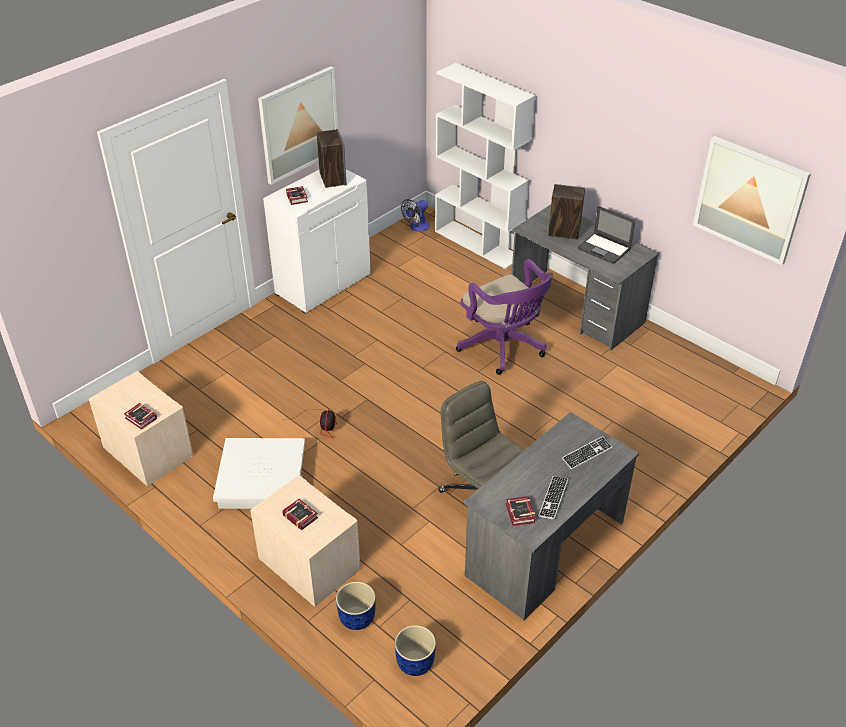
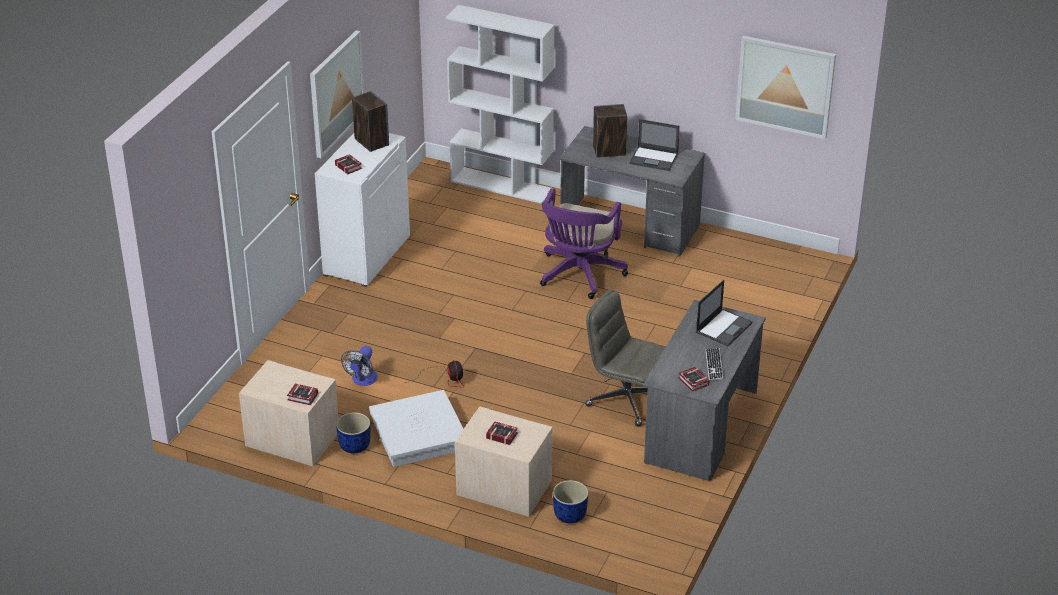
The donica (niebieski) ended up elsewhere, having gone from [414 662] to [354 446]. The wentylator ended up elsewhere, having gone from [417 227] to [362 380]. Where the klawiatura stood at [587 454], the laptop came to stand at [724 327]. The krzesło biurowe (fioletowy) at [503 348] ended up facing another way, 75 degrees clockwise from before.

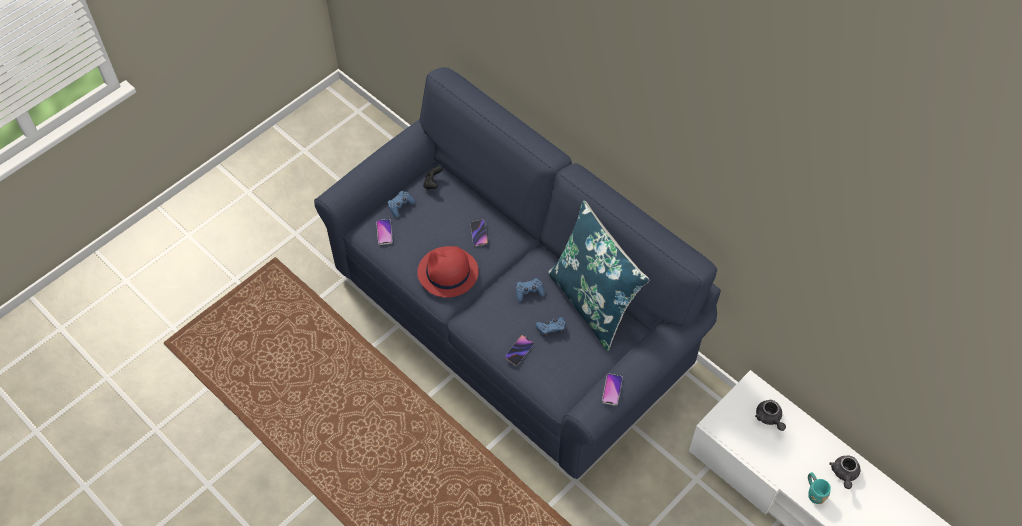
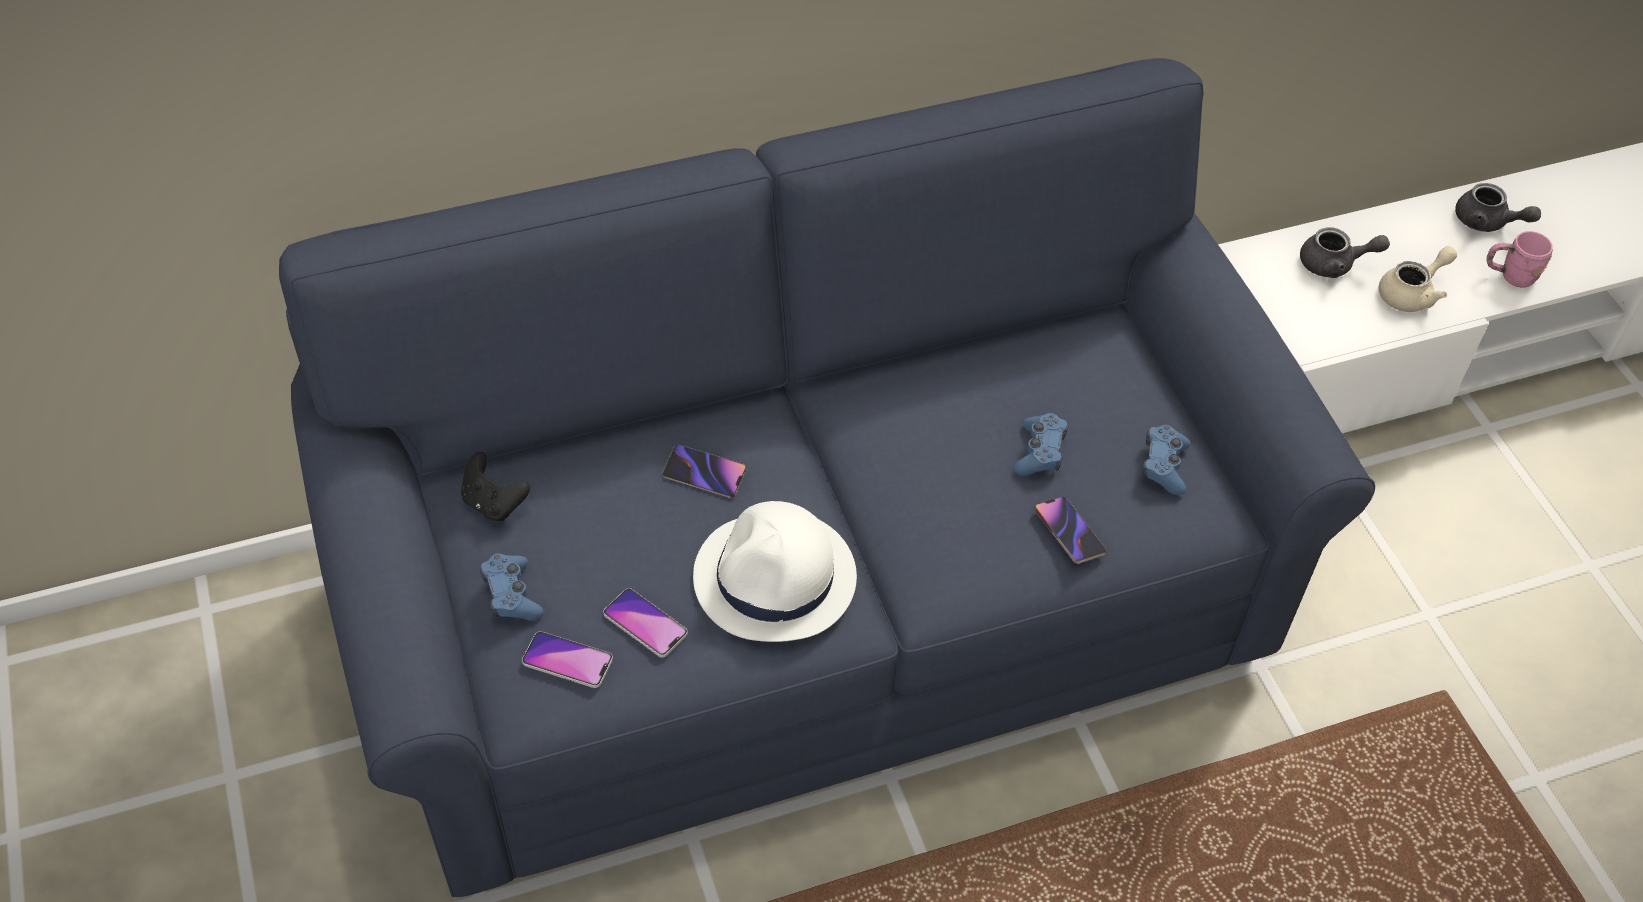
The second view lost the poduszka (niebieski) at [593 302]. The second view gained the imbryk (beżowy) at [1412 293]. The pad do gier (niebieski) ended up elsewhere, having gone from [529 292] to [1164 466]. The telefon ended up elsewhere, having gone from [612 390] to [645 624]. What was the kapelusz (czerwony) at [447 273] turned into the kapelusz (biały) at [775 579]. What was the kubek (turkusowy) at [814 492] turned into the kubek (różowy) at [1509 276].

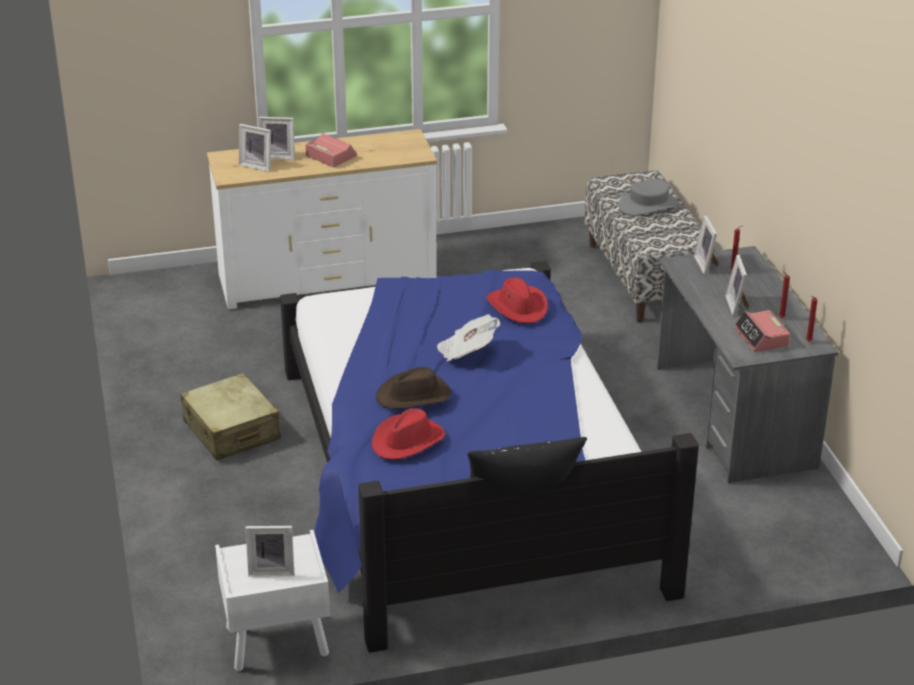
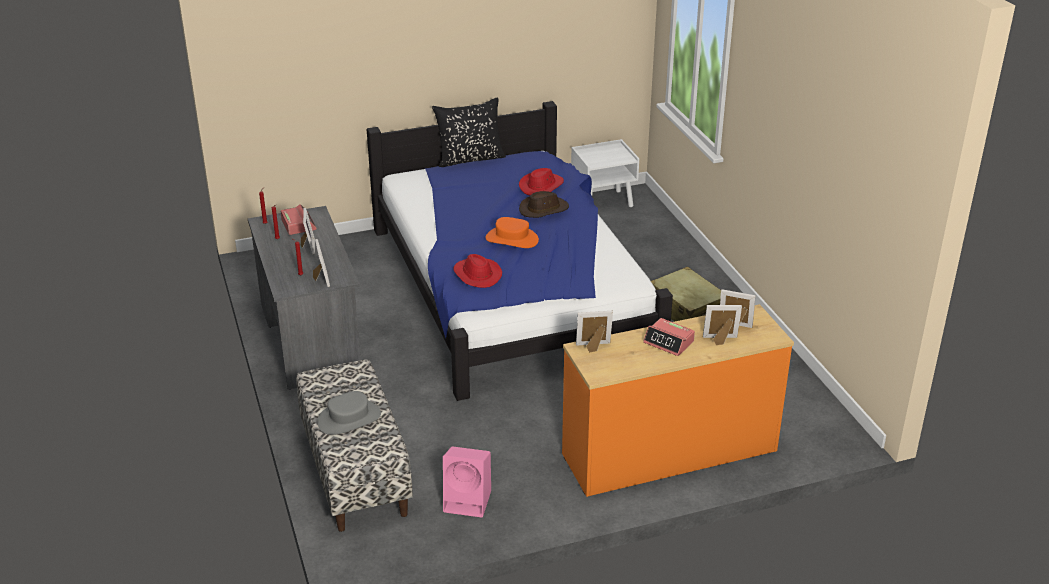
The second view gained the głośnik (różowy) at [469 501]. The ramka na zdjęcie ended up elsewhere, having gone from [272 570] to [594 347]. Where the gazeta stood at [467 351], the kapelusz (pomarańczowy) came to stand at [512 239]. What was the komoda (biały) at [327 279] turned into the komoda (pomarańczowy) at [670 453].

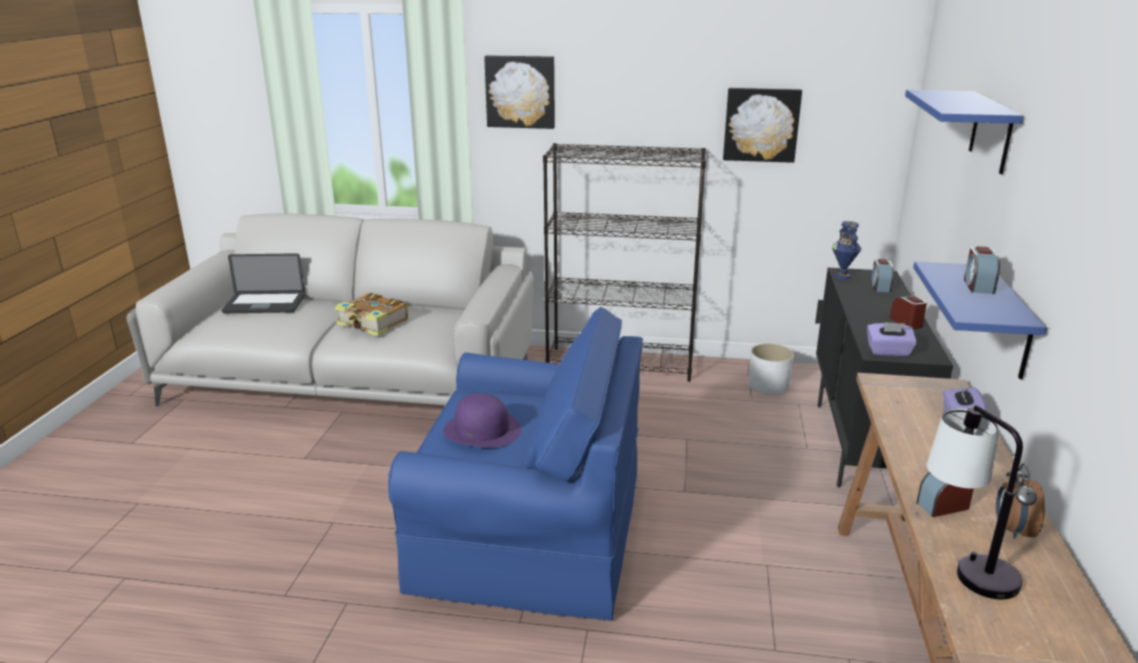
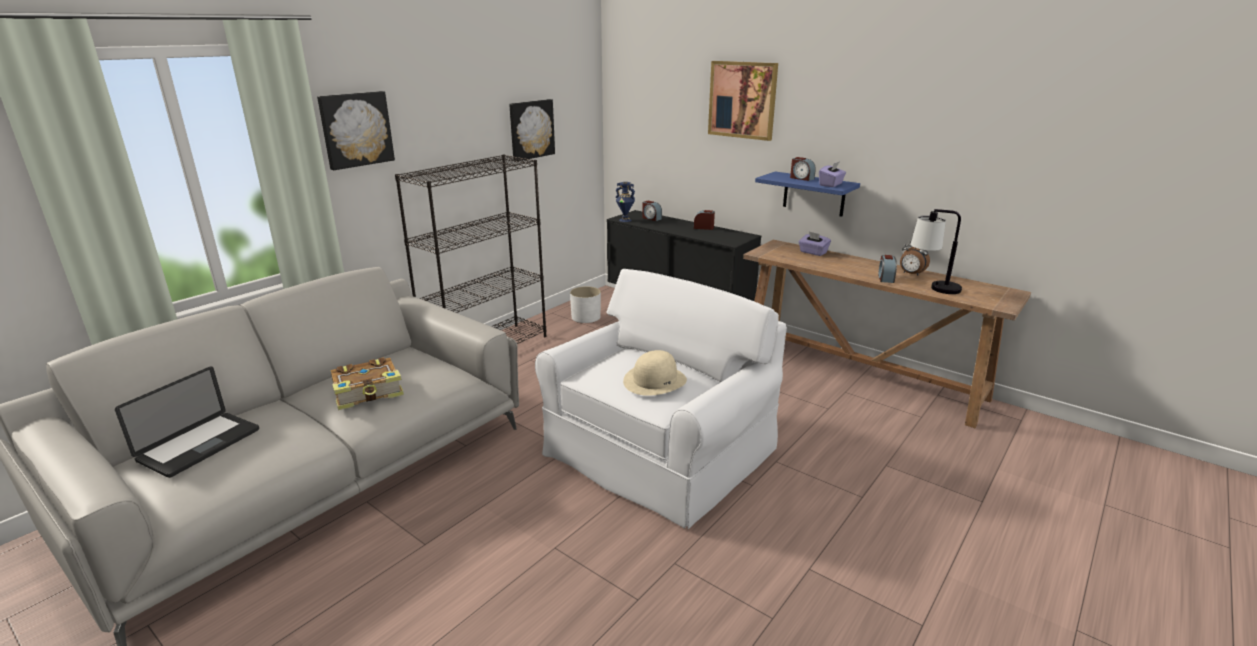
The pudełko chusteczek (fioletowy) ended up elsewhere, having gone from [888 352] to [831 184]. Where the półka (niebieski) hung at [991 132], the obraz came to hang at [742 100]. What was the fotel (niebieski) at [530 532] turned into the fotel (biały) at [659 452]. What was the kapelusz (fioletowy) at [482 430] turned into the kapelusz (beżowy) at [655 380].

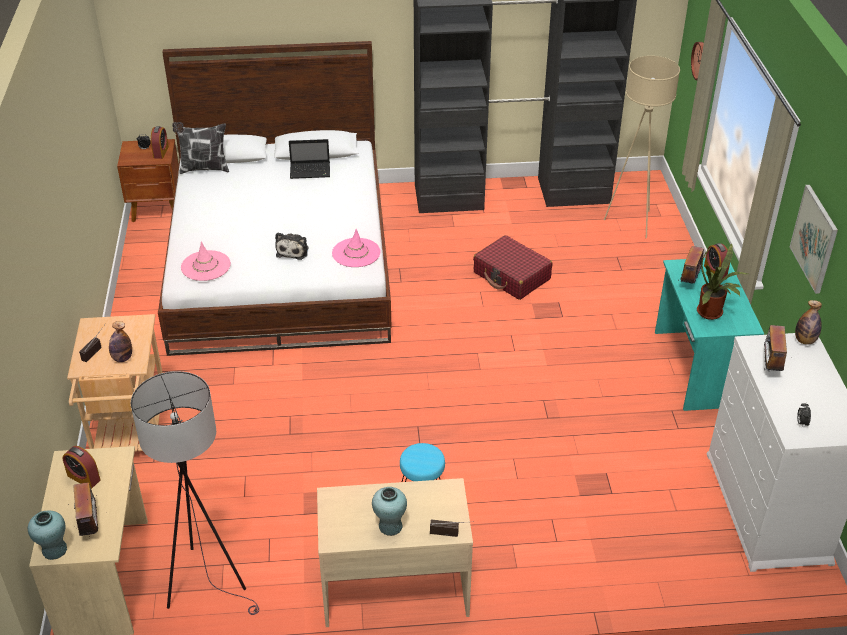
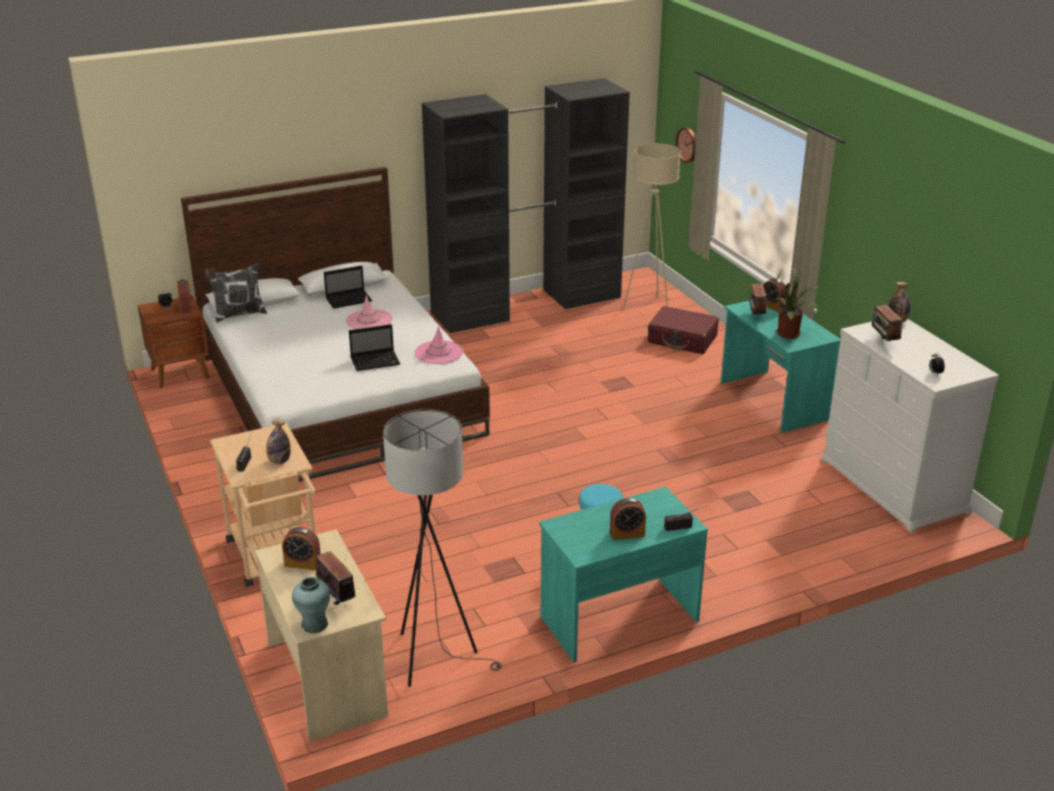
The second view lost the obraz at [814 238]. The kapelusz (różowy) ended up elsewhere, having gone from [205 266] to [369 320]. The walizka (czerwony) ended up elsewhere, having gone from [512 276] to [682 339]. Where the pluszak stood at [293 251], the laptop came to stand at [376 361]. Where the wazon (turkusowy) stood at [390 526], the budzik came to stand at [627 534]. What was the biurko (beżowy) at [394 589] turned into the biurko (turkusowy) at [618 618].

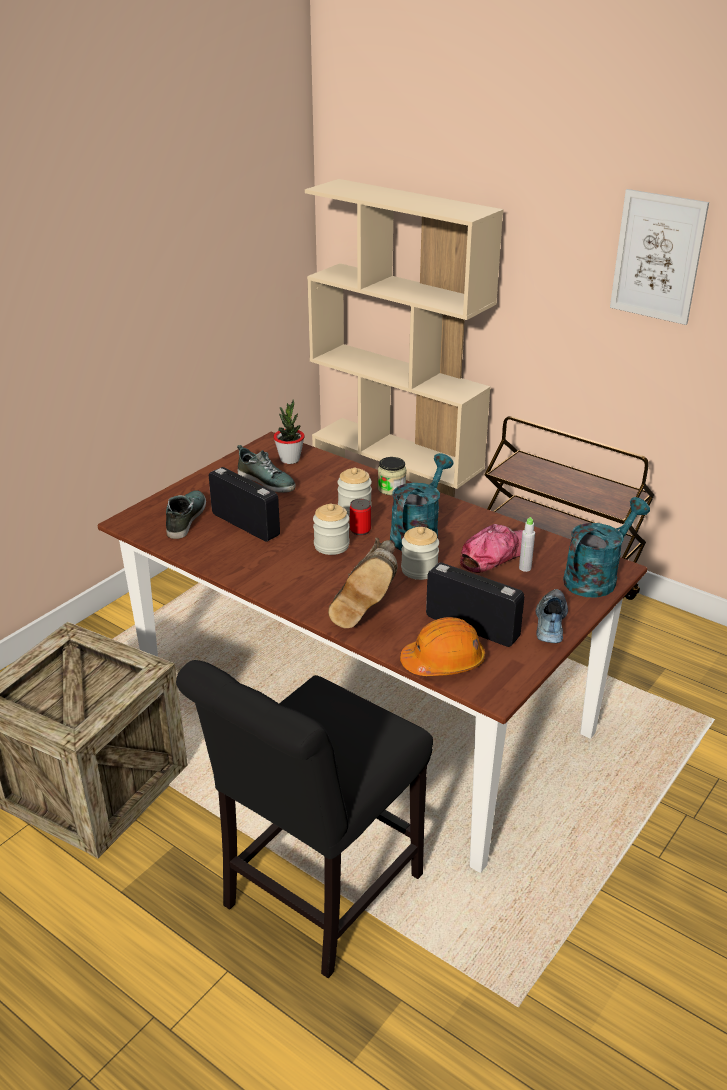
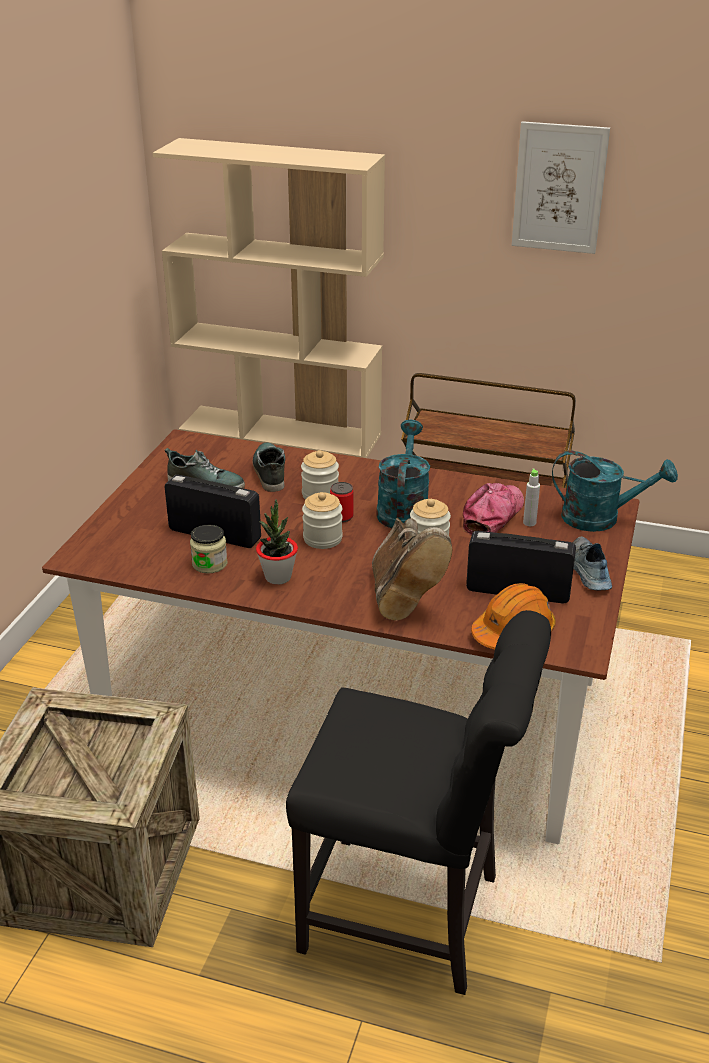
The but ended up elsewhere, having gone from [185 518] to [269 471]. The roślina doniczkowa ended up elsewhere, having gone from [290 459] to [278 577]. The słoik ended up elsewhere, having gone from [391 488] to [209 564]. The krzesło (czarny) at [316 896] ended up facing another way, 90 degrees counterclockwise from before. The konewka (turkusowy) at [596 577] ended up facing another way, 75 degrees clockwise from before.

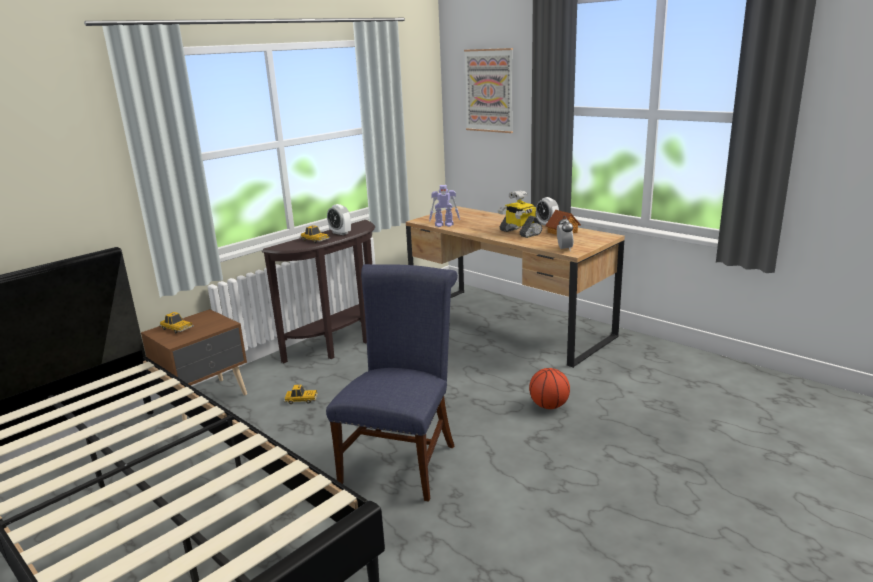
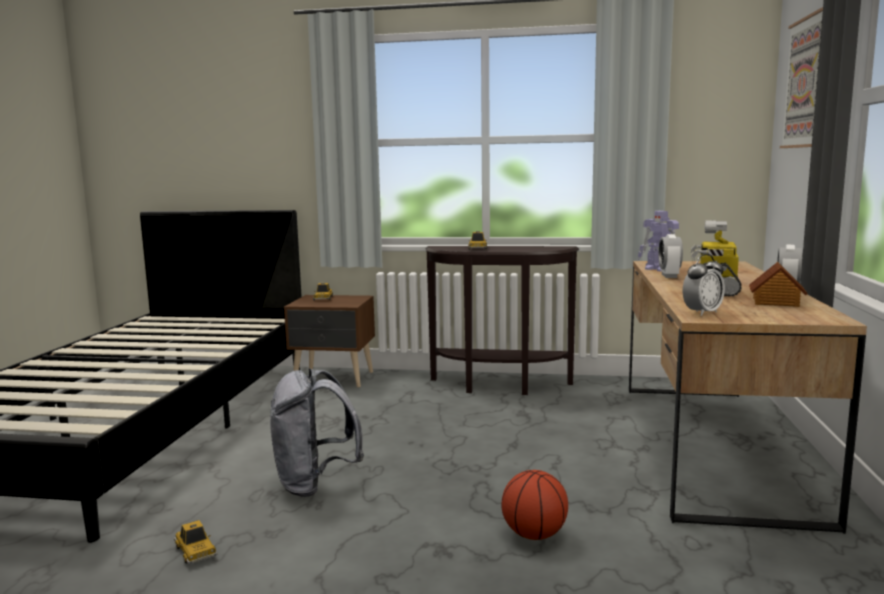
The samochodzik ended up elsewhere, having gone from [301 399] to [196 551]. The budzik ended up elsewhere, having gone from [340 233] to [669 276]. Where the krzesło (niebieski) stood at [402 459], the plecak (szary) came to stand at [314 484].

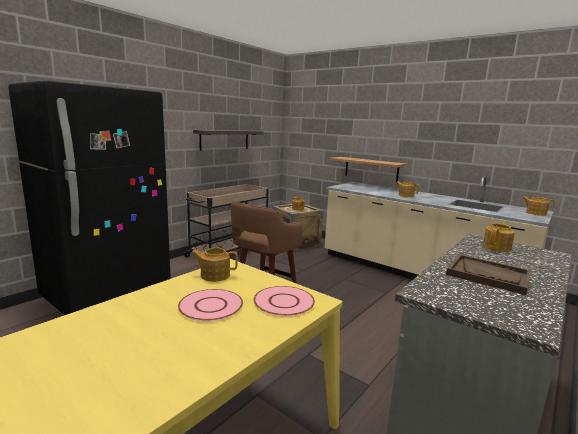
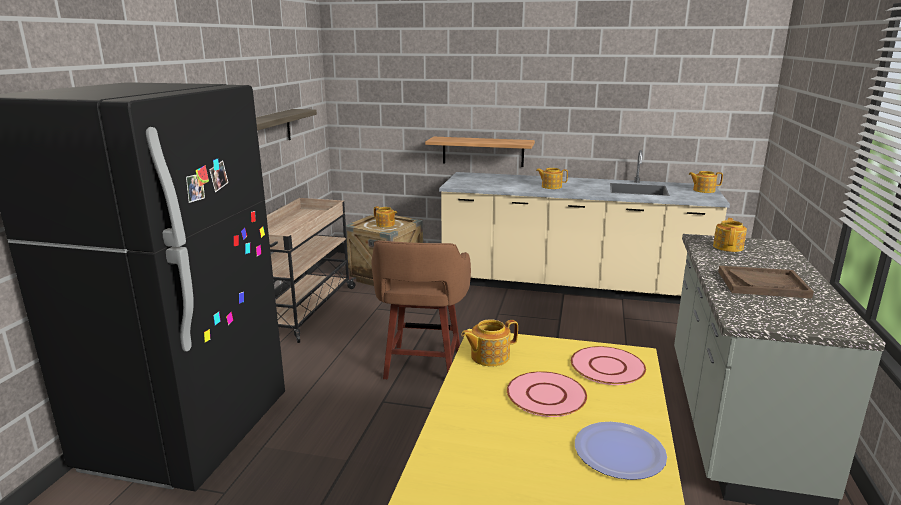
The second view gained the talerz at [619 452].

